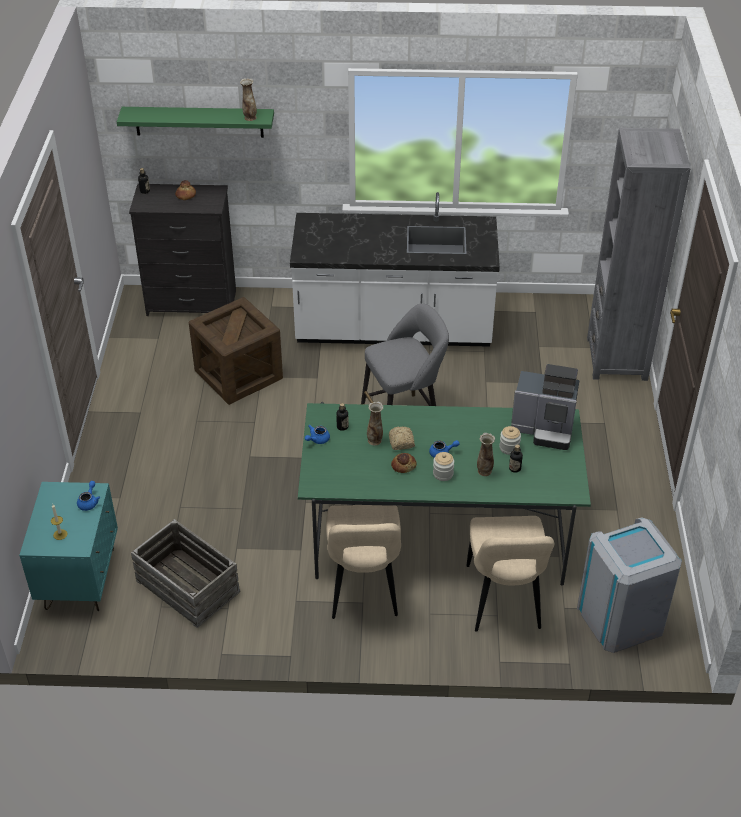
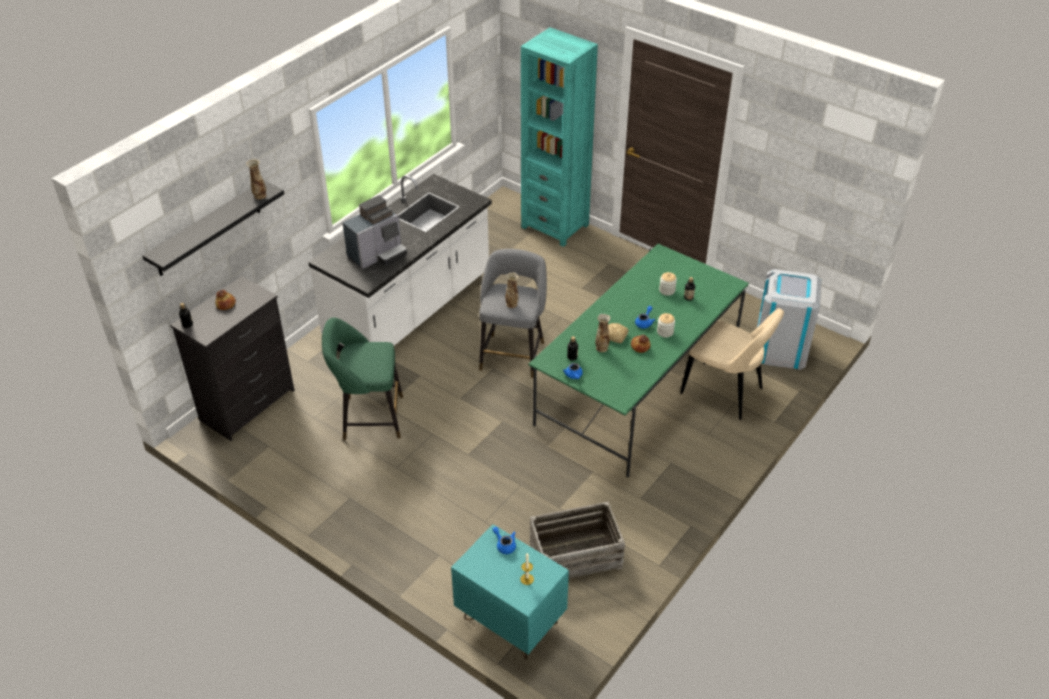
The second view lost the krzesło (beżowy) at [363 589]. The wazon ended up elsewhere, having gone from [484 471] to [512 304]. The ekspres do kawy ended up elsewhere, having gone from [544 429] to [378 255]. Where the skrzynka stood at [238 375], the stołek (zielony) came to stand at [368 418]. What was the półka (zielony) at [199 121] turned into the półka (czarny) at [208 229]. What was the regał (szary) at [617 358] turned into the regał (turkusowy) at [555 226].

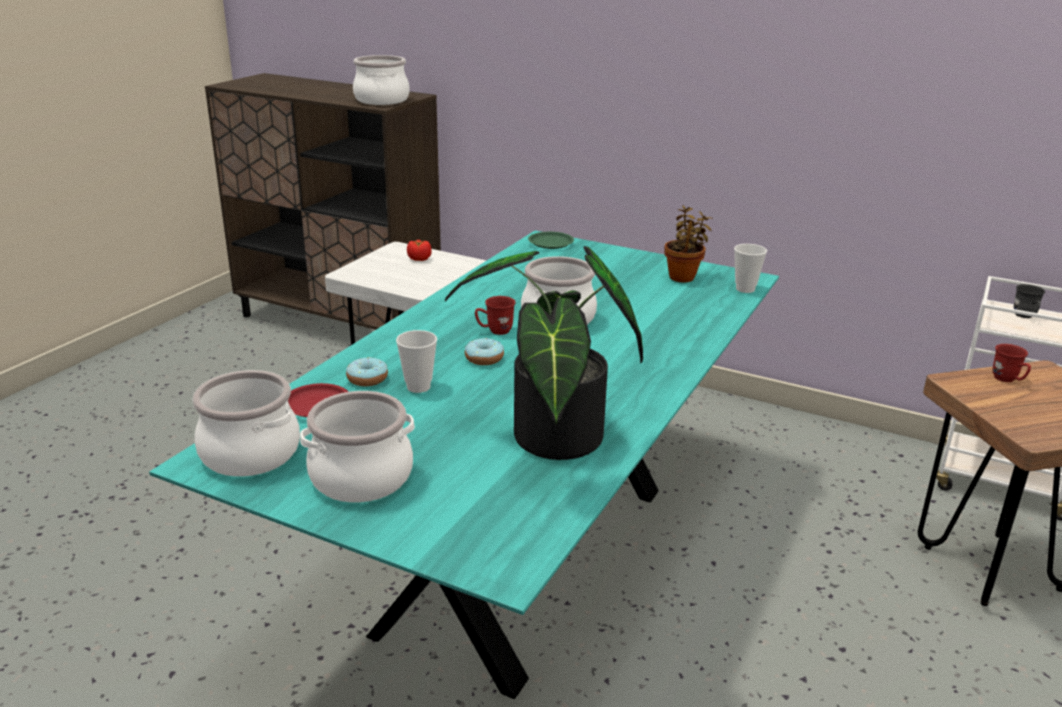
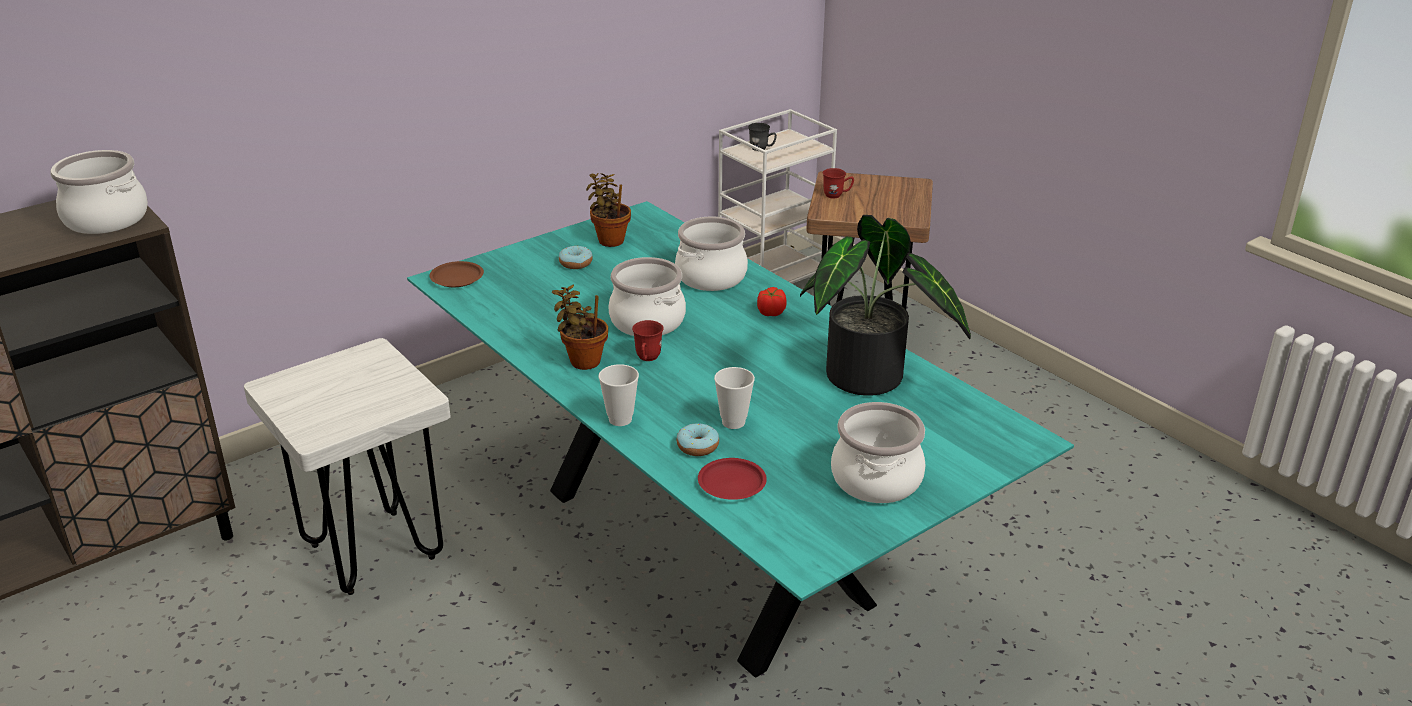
The second view gained the roślina doniczkowa at [582 360]. The garnek ended up elsewhere, having gone from [249 454] to [711 277]. The pomidor ended up elsewhere, having gone from [419 259] to [771 312]. The donut ended up elsewhere, having gone from [484 359] to [576 263]. The filiżanka ended up elsewhere, having gone from [745 289] to [620 419]. What was the talerz (zielony) at [551 243] turned into the talerz (brązowy) at [457 278].

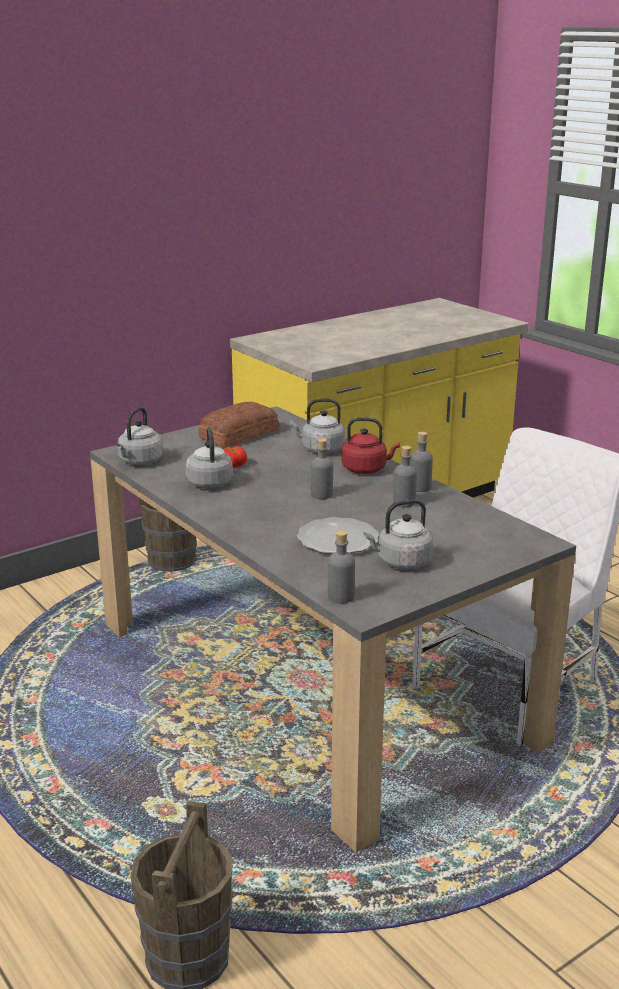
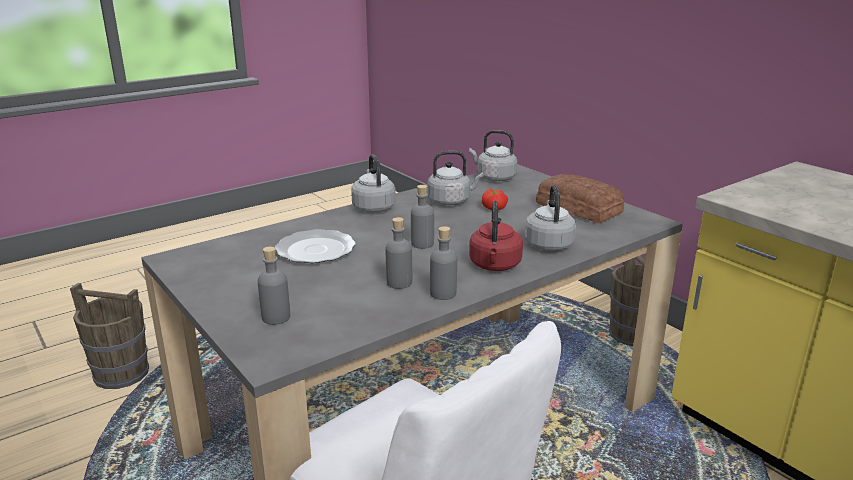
The butelka (szary) ended up elsewhere, having gone from [341 597] to [276 317]. The czajnik (szary) ended up elsewhere, having gone from [401 562] to [373 207].

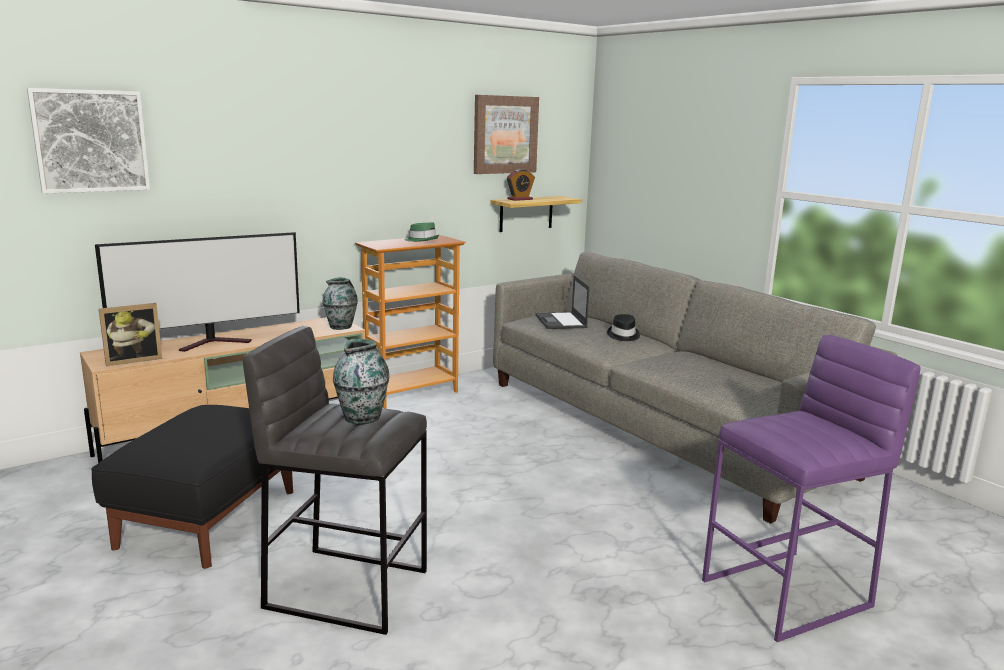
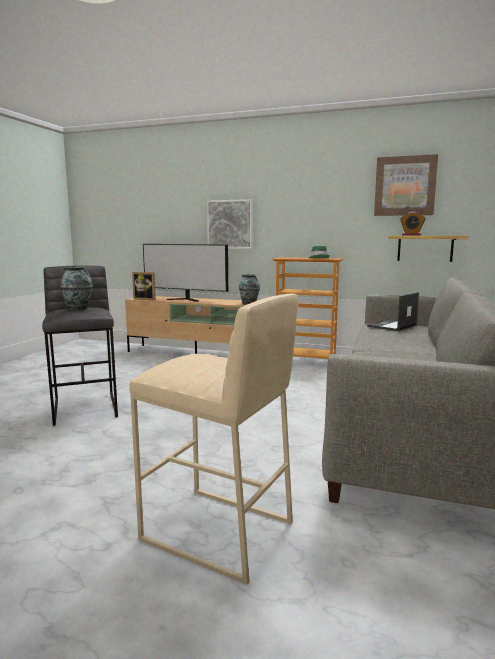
The second view lost the pufa (czarny) at [209 517]. The second view lost the kapelusz (czarny) at [623 335]. The obraz ended up elsewhere, having gone from [91 141] to [230 224]. What was the stołek (fioletowy) at [788 594] turned into the stołek (beżowy) at [218 532].

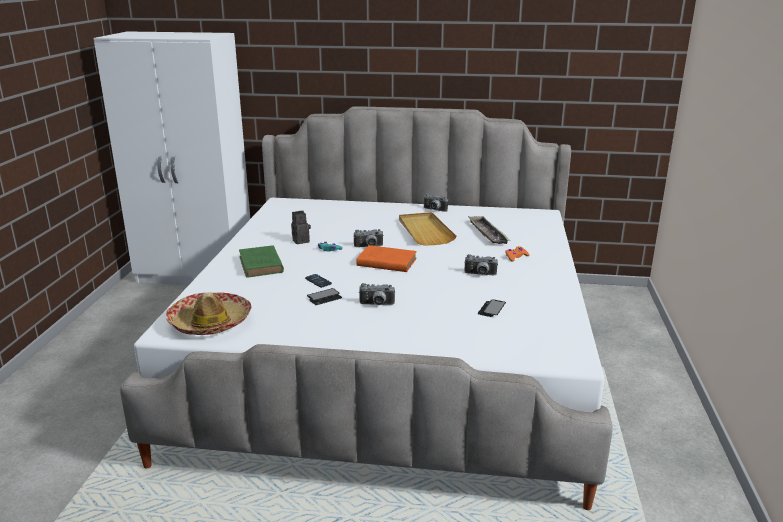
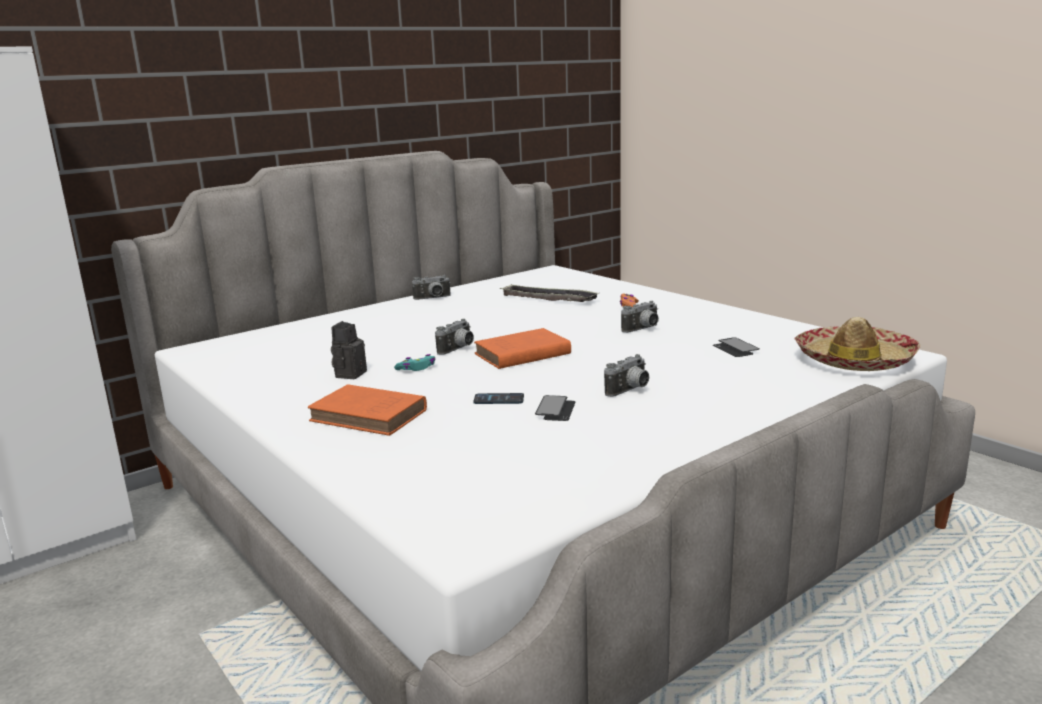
The second view lost the taca (beżowy) at [425 231]. The kapelusz ended up elsewhere, having gone from [210 322] to [854 360]. What was the książka (zielony) at [261 265] turned into the książka (pomarańczowy) at [371 416].

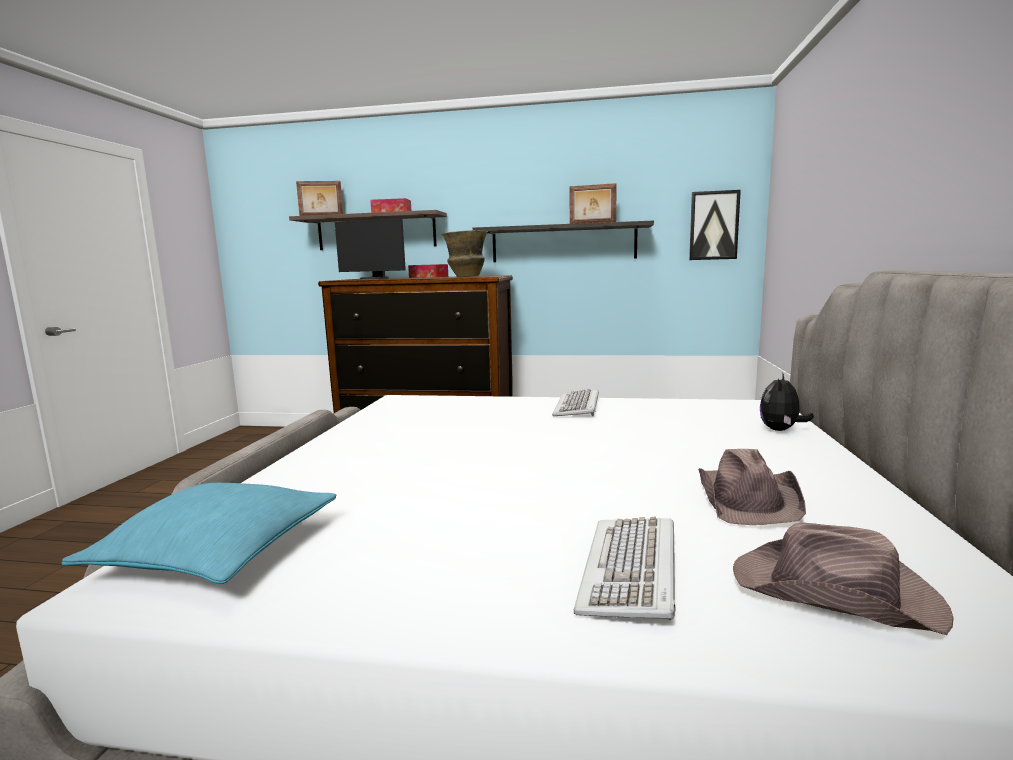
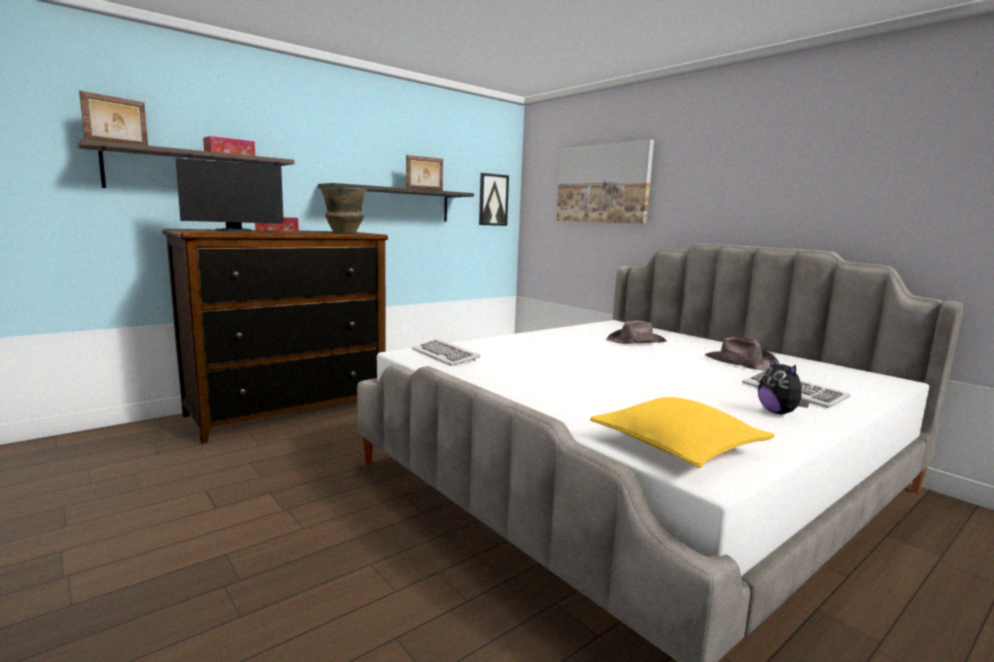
The second view gained the obraz at [602 184]. The klawiatura ended up elsewhere, having gone from [578 407] to [446 356]. The kapelusz (brązowy) ended up elsewhere, having gone from [836 593] to [636 342]. The pluszak ended up elsewhere, having gone from [781 430] to [778 412]. What was the poduszka (turkusowy) at [218 551] turned into the poduszka (żółty) at [677 446].

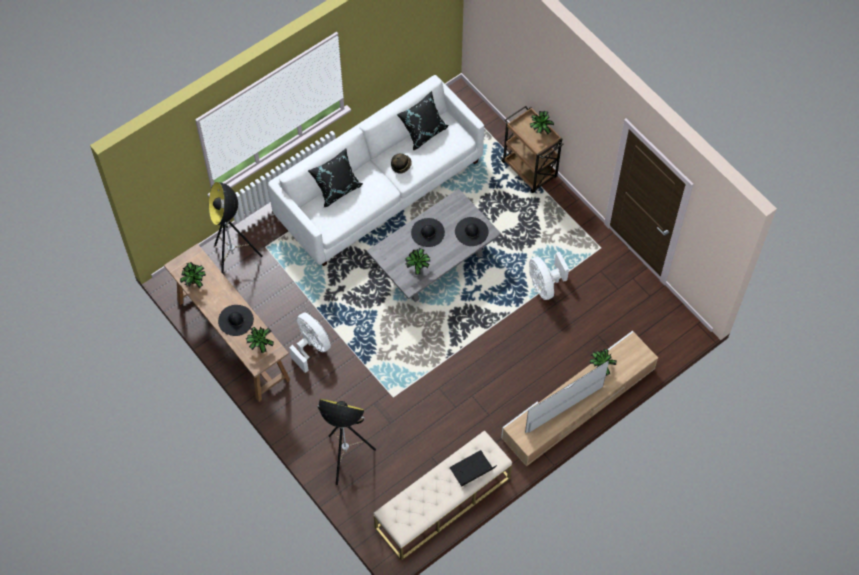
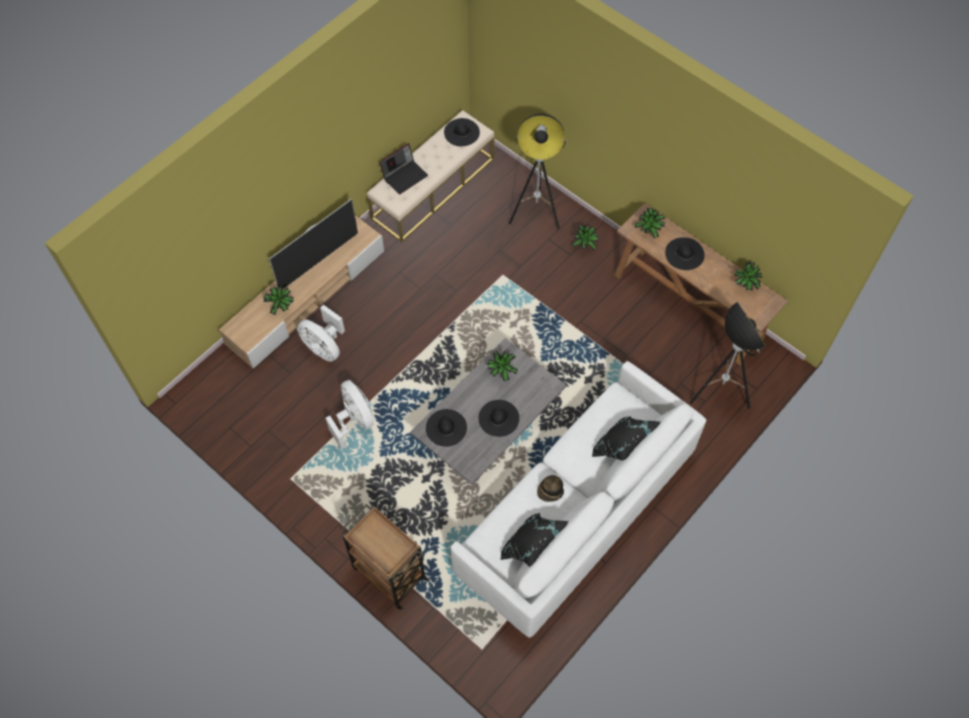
The second view gained the kapelusz (czarny) at [461 132]. The wentylator (biały) ended up elsewhere, having gone from [311 347] to [324 347]. The roślina doniczkowa ended up elsewhere, having gone from [540 131] to [584 246].

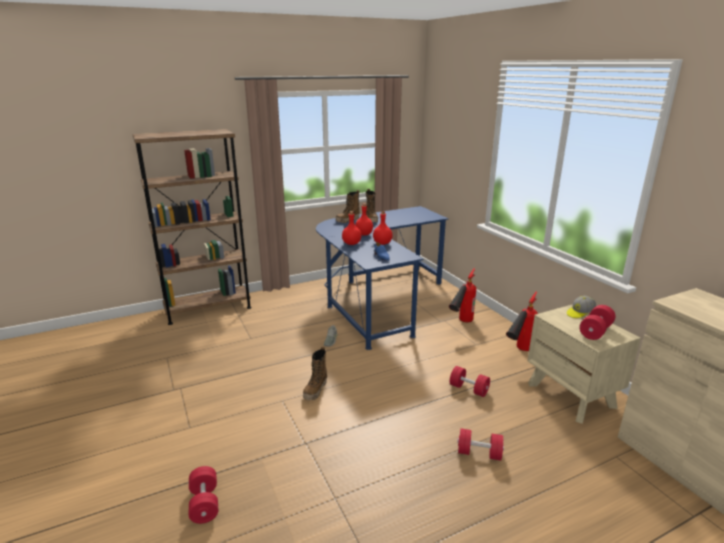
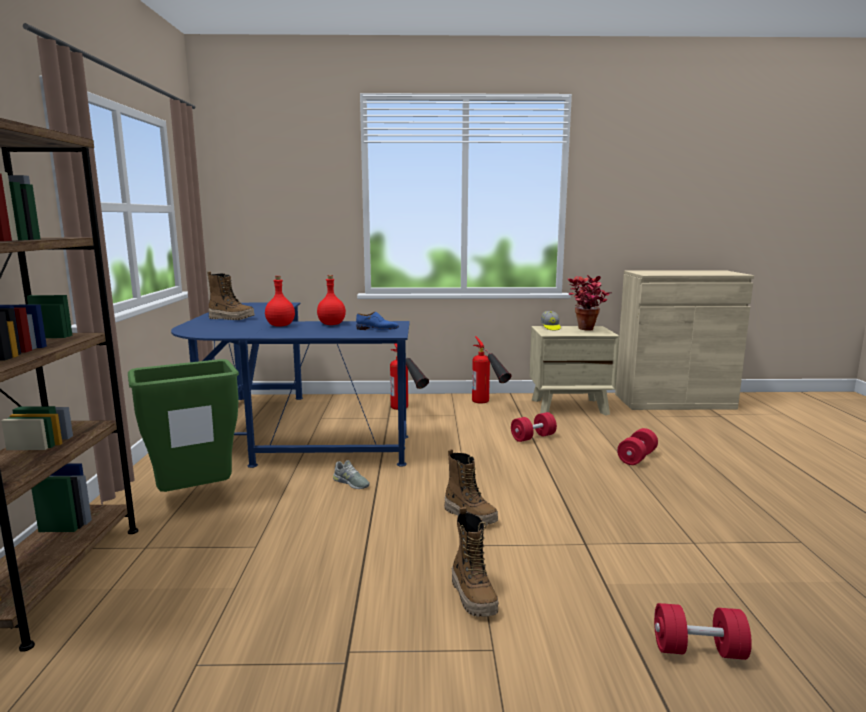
The second view lost the butelka (czerwony) at [351 244]. The second view gained the kosz na śmieci (zielony) at [194 497]. The but z cholewką ended up elsewhere, having gone from [347 220] to [473 597]. Where the hantel (czerwony) stood at [595 331], the roślina doniczkowa came to stand at [586 330].

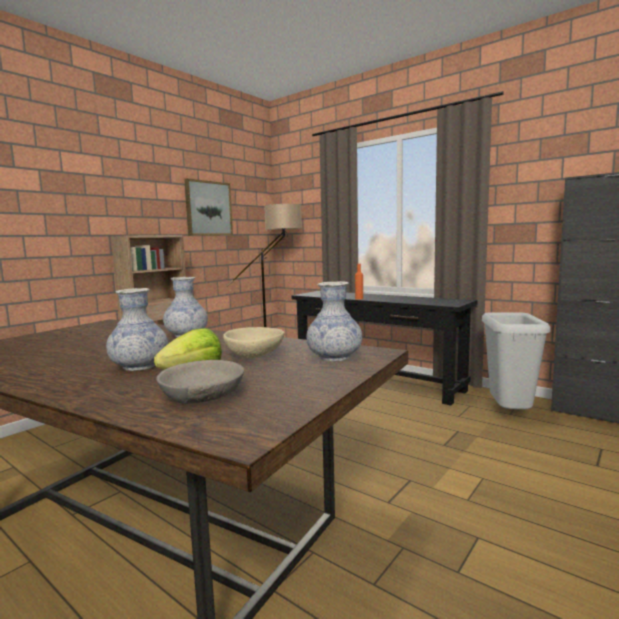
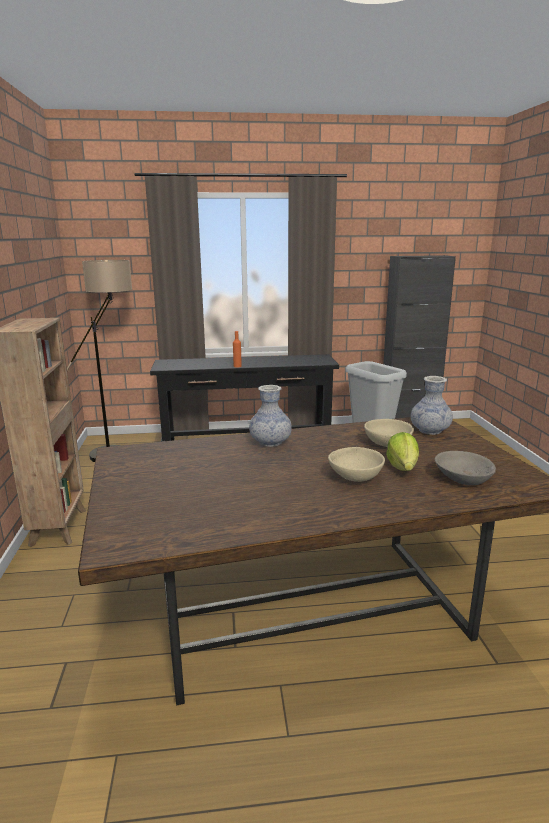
The second view lost the obraz at [208 208]. Where the wazon stood at [139 366], the miska (beżowy) came to stand at [354 477].

